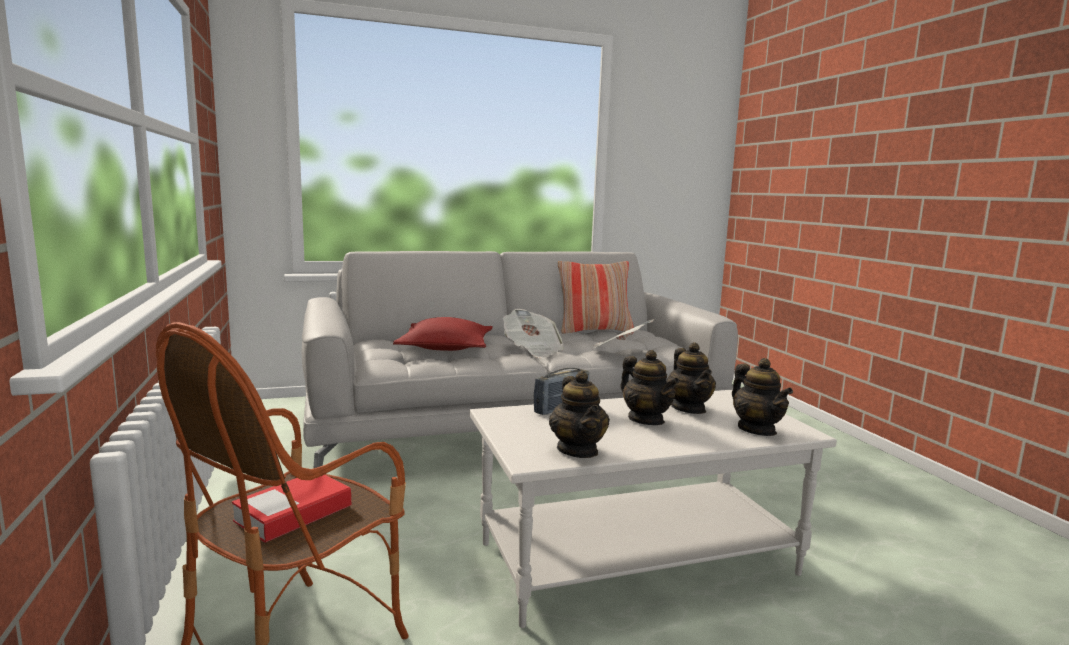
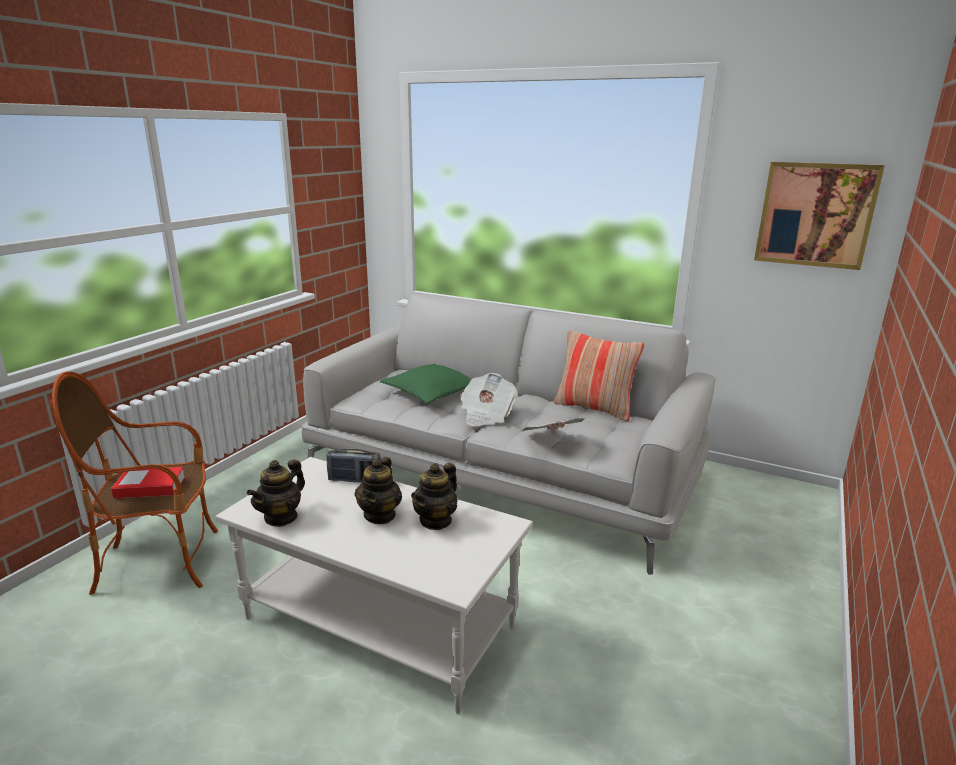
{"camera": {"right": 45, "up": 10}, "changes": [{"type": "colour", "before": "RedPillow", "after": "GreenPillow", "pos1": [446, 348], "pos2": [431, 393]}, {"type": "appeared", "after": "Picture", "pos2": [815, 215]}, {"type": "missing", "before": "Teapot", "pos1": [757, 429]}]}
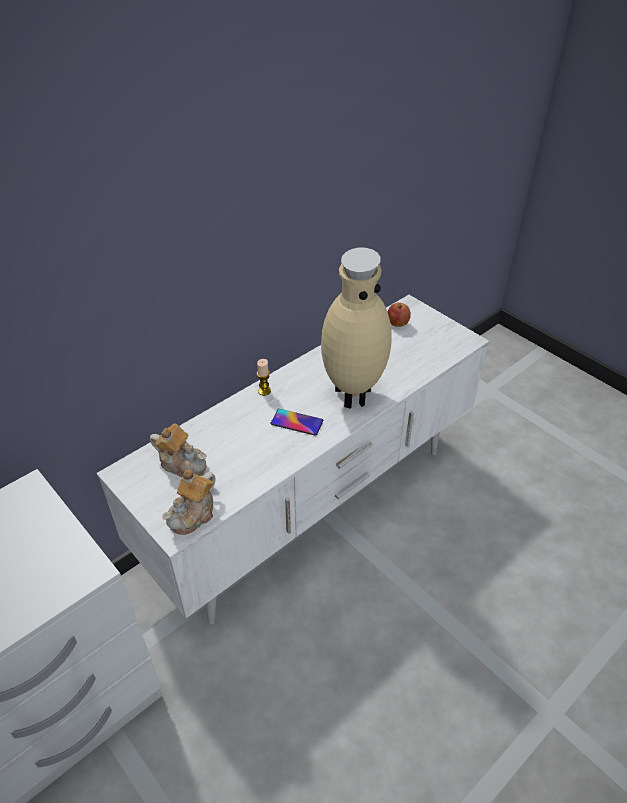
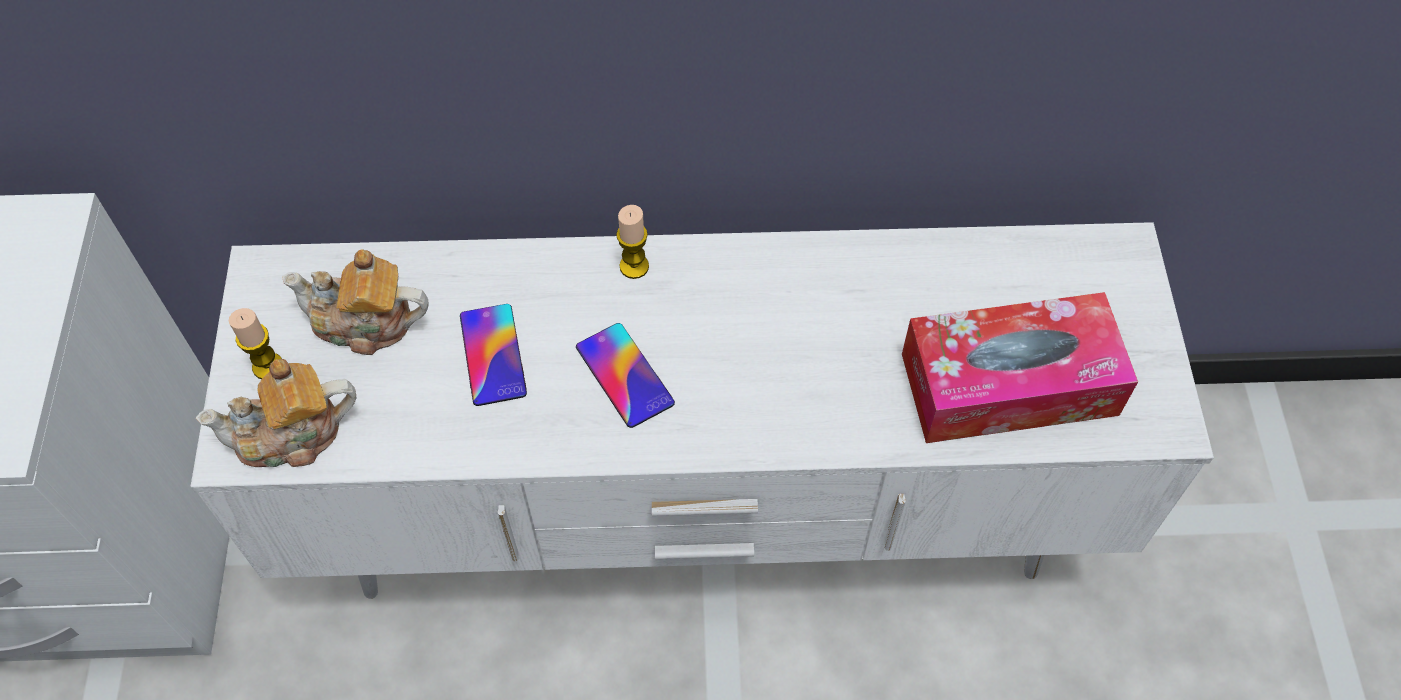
{"camera": {"right": 40, "up": 15}, "changes": [{"type": "appeared", "after": "Candle", "pos2": [268, 366]}, {"type": "spun", "before": "Teapot", "pos1": [183, 464], "pos2": [365, 324], "turn": 120}, {"type": "appeared", "after": "Phone", "pos2": [493, 355]}, {"type": "appeared", "after": "TissueBox", "pos2": [1009, 384]}, {"type": "missing", "before": "BeigeVase", "pos1": [351, 394]}, {"type": "missing", "before": "Apple", "pos1": [397, 324]}]}
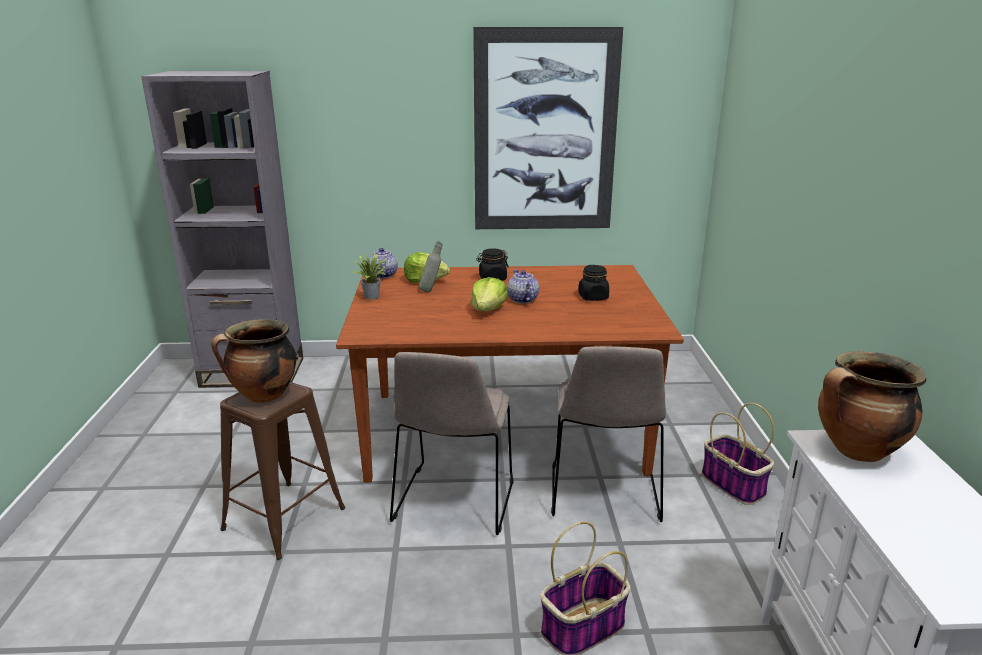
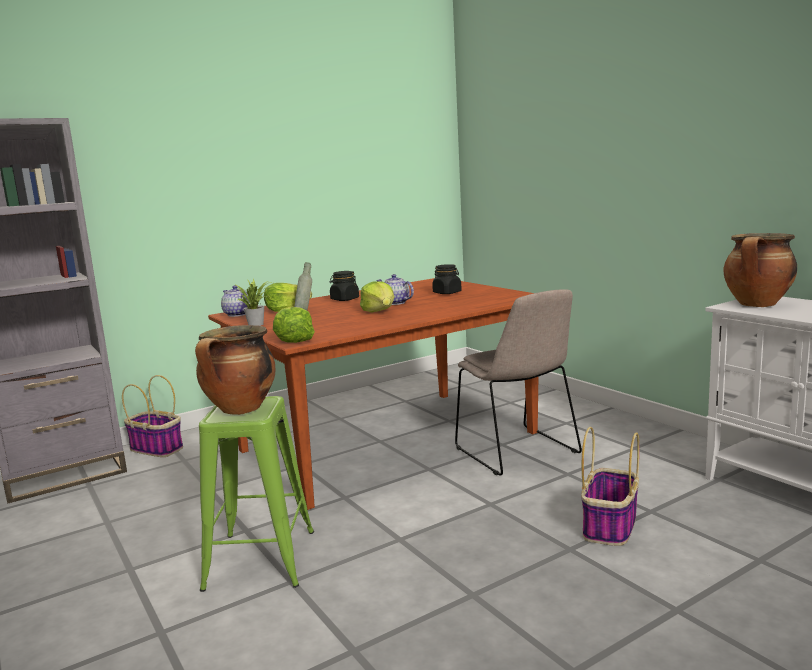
{"camera": {"right": -30, "up": -10}, "changes": [{"type": "relocated", "before": "Basket", "pos1": [734, 485], "pos2": [157, 449]}, {"type": "colour", "before": "BrownStool", "after": "GreenStool", "pos1": [285, 518], "pos2": [261, 559]}, {"type": "appeared", "after": "Lettuce", "pos2": [293, 340]}, {"type": "missing", "before": "BeigeChair", "pos1": [454, 503]}, {"type": "missing", "before": "Picture", "pos1": [545, 132]}]}
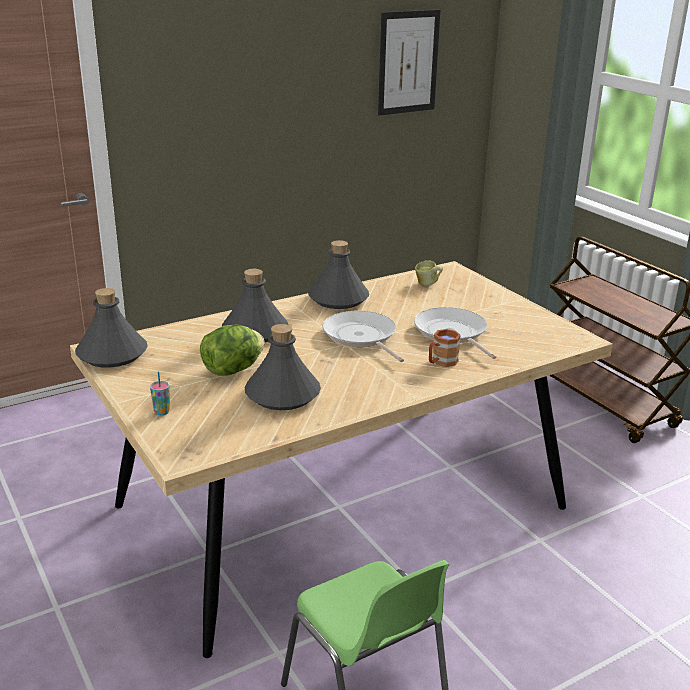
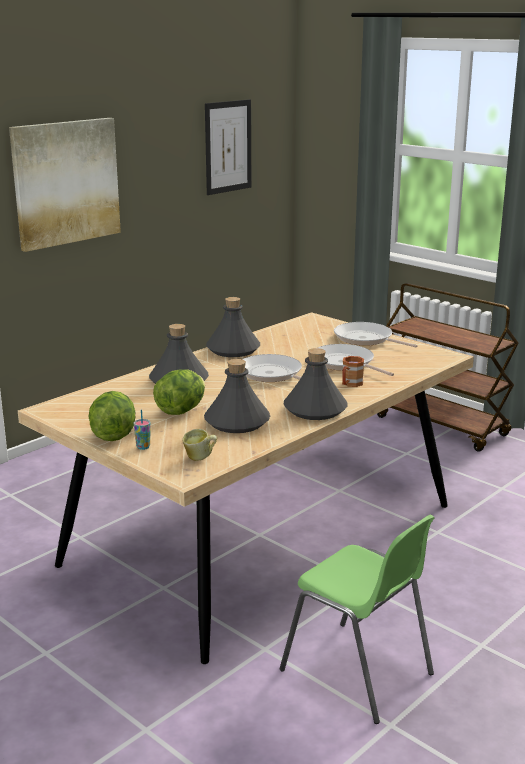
{"camera": {"right": -15, "up": -5}, "changes": [{"type": "appeared", "after": "Picture", "pos2": [66, 182]}, {"type": "appeared", "after": "Lettuce", "pos2": [113, 435]}, {"type": "relocated", "before": "Mug", "pos1": [428, 284], "pos2": [200, 458]}, {"type": "relocated", "before": "GreyBottle", "pos1": [112, 354], "pos2": [315, 410]}, {"type": "appeared", "after": "FryingPan", "pos2": [366, 339]}]}
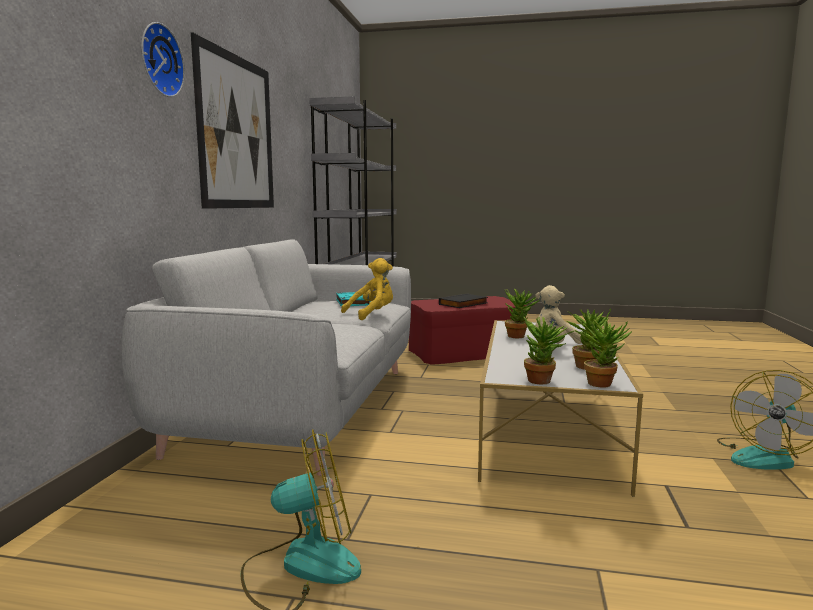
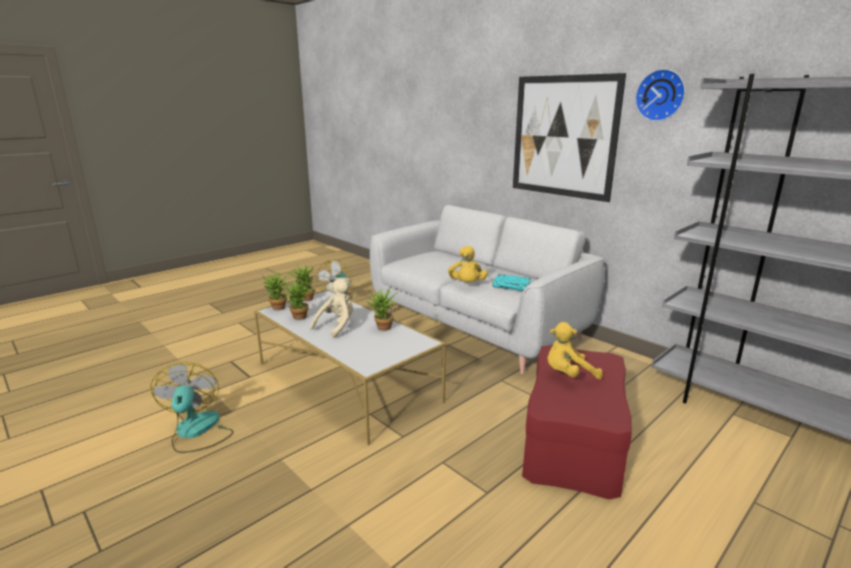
{"camera": {"right": 125, "up": 10}, "changes": [{"type": "exchanged", "before": "BlackBook", "after": "YellowPlushToy", "pos1": [464, 304], "pos2": [568, 374]}, {"type": "relocated", "before": "WallClock", "pos1": [158, 60], "pos2": [661, 95]}]}
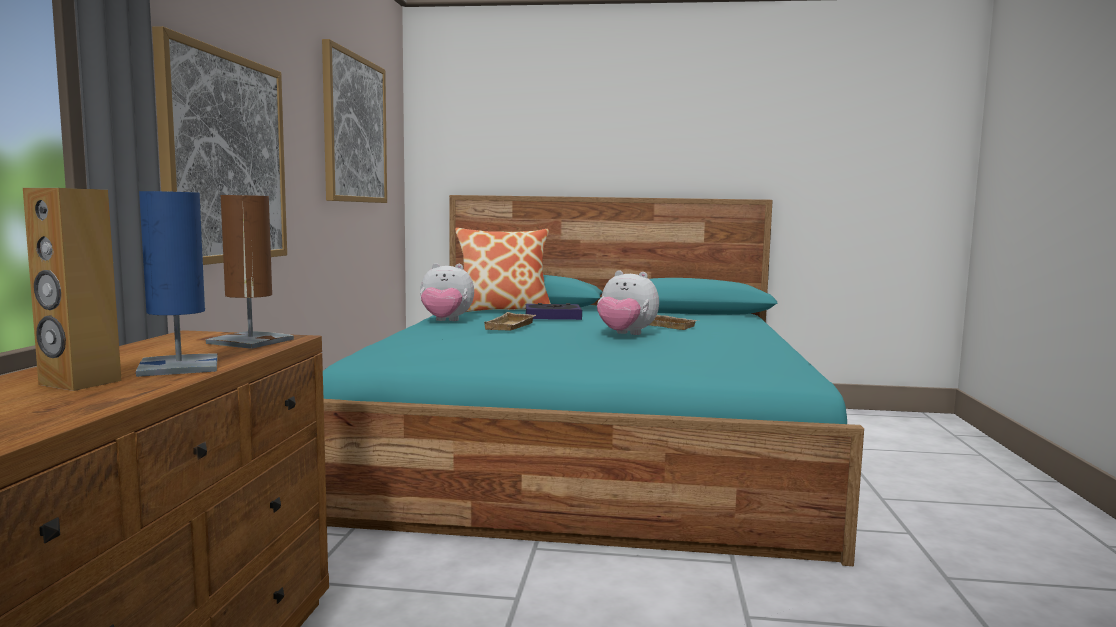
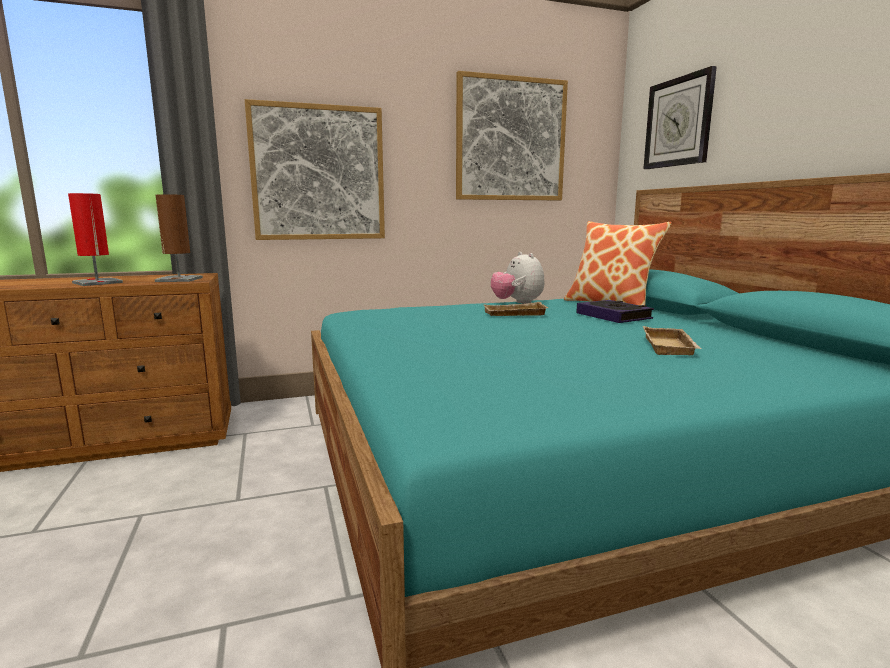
{"camera": {"right": 65, "up": 5}, "changes": [{"type": "colour", "before": "BlueTableLamp", "after": "RedTableLamp", "pos1": [179, 367], "pos2": [97, 283]}, {"type": "appeared", "after": "WallClock", "pos2": [678, 122]}, {"type": "missing", "before": "BrownSpeaker", "pos1": [79, 383]}, {"type": "missing", "before": "PlushToy", "pos1": [625, 335]}]}
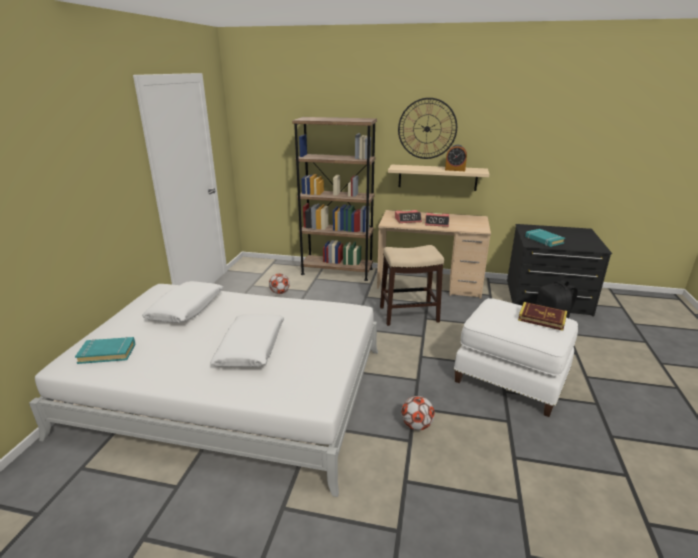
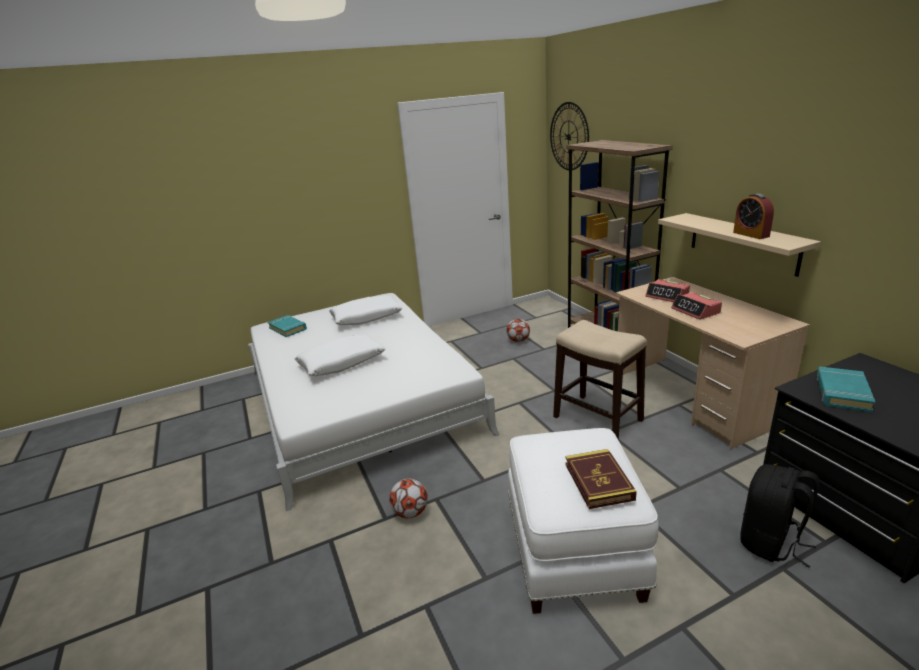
{"camera": {"right": 55, "up": 0}, "changes": [{"type": "relocated", "before": "WallClock", "pos1": [427, 129], "pos2": [569, 136]}]}
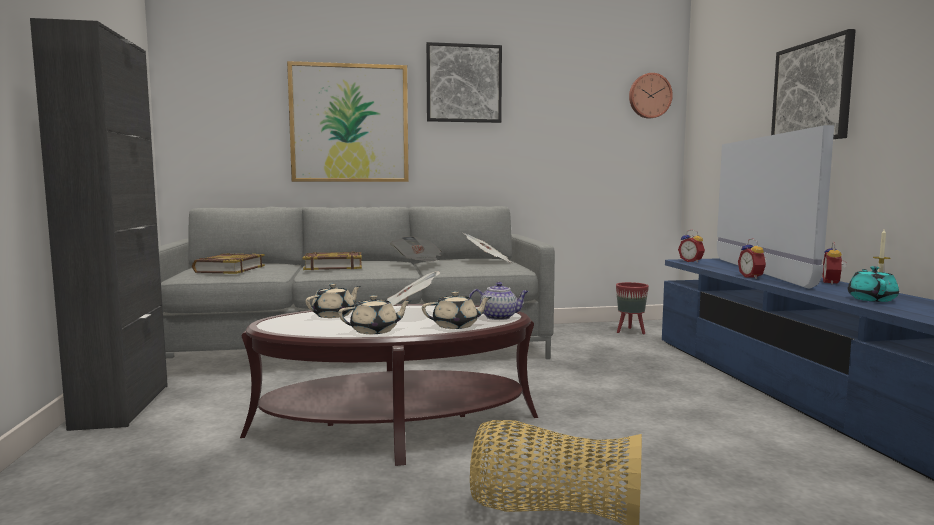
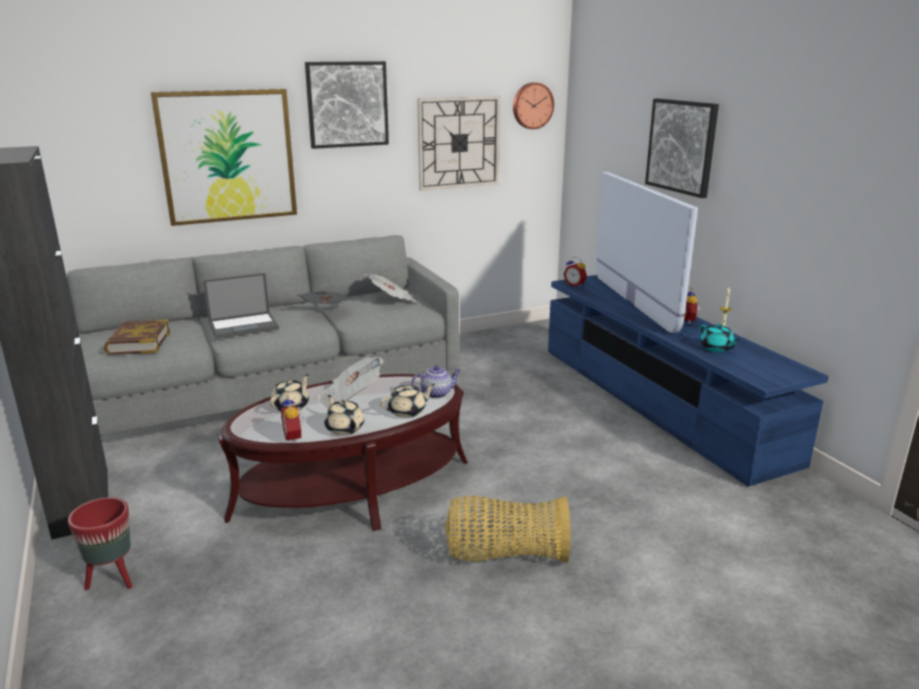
{"camera": {"right": -15, "up": 15}, "changes": [{"type": "relocated", "before": "RedPlanter", "pos1": [630, 331], "pos2": [113, 580]}, {"type": "exchanged", "before": "Book", "after": "Laptop", "pos1": [333, 266], "pos2": [244, 325]}, {"type": "relocated", "before": "AlarmClock", "pos1": [752, 277], "pos2": [295, 437]}, {"type": "spun", "before": "BeigeTeapot", "pos1": [375, 331], "pos2": [344, 428], "turn": -90}, {"type": "appeared", "after": "WallClock", "pos2": [458, 143]}, {"type": "spun", "before": "TurquoiseTeapot", "pos1": [871, 299], "pos2": [716, 348], "turn": 150}]}
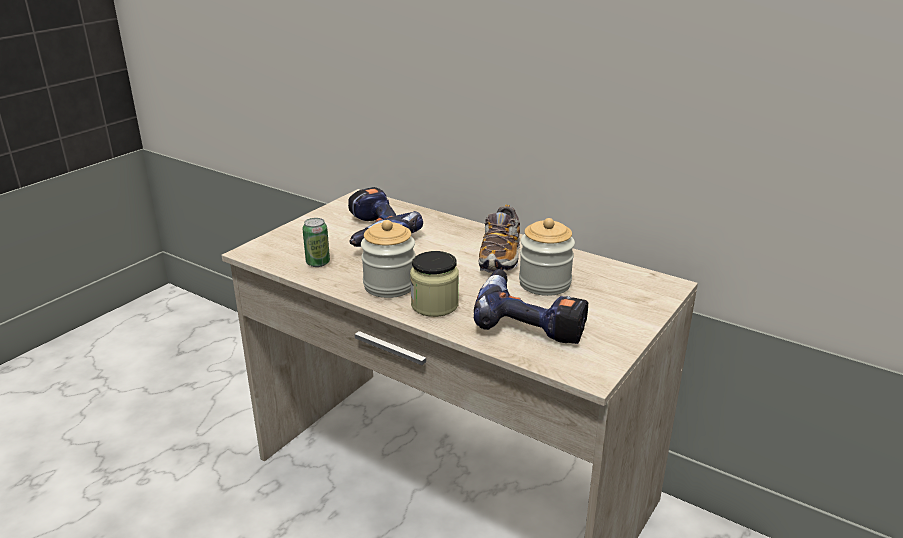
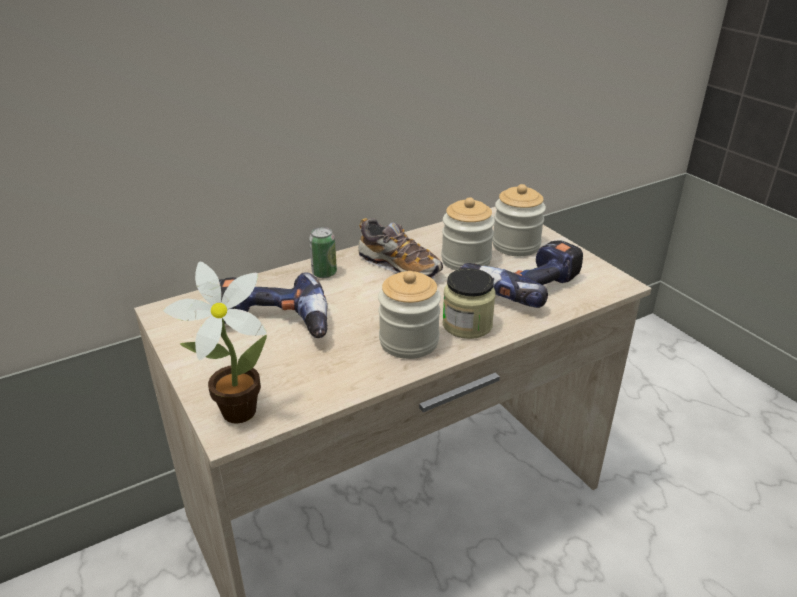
{"camera": {"right": -65, "up": 5}, "changes": [{"type": "appeared", "after": "PottedPlant", "pos2": [233, 411]}, {"type": "relocated", "before": "Can", "pos1": [318, 263], "pos2": [324, 273]}, {"type": "appeared", "after": "Jar", "pos2": [516, 245]}]}
